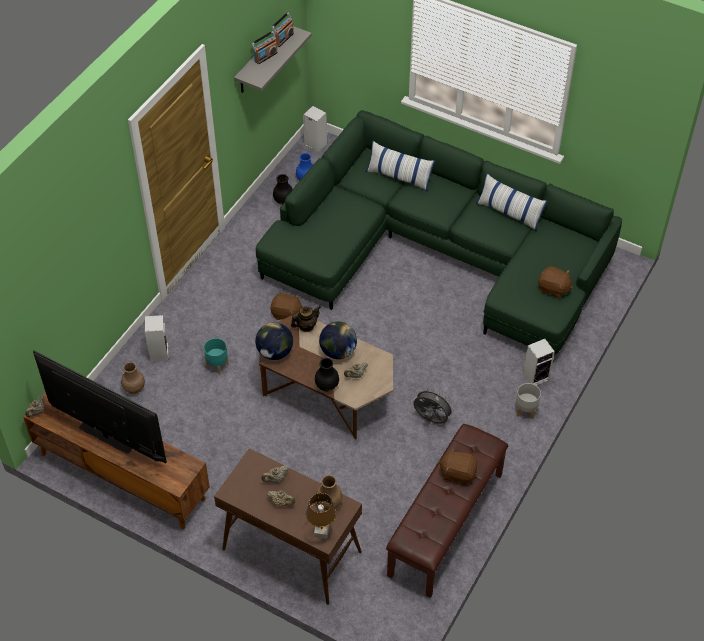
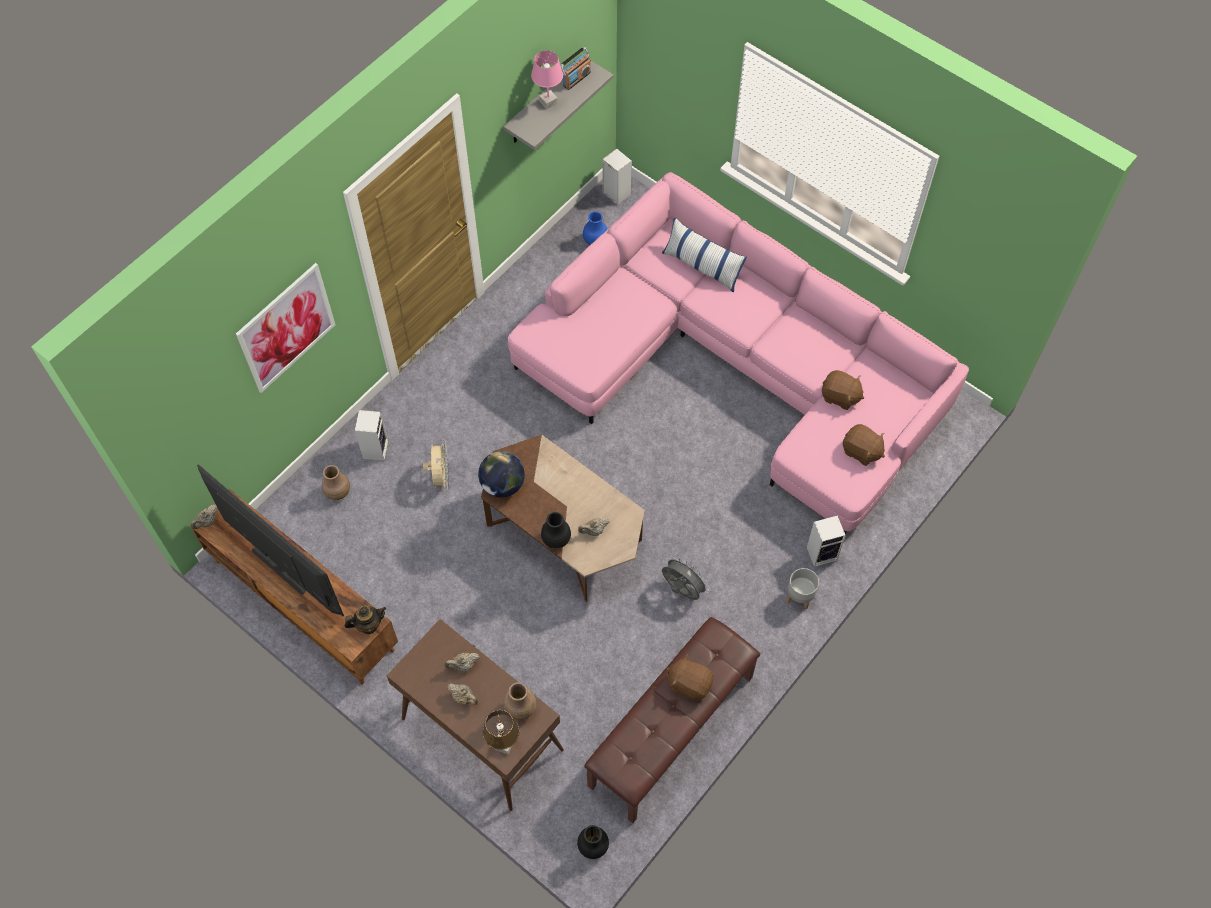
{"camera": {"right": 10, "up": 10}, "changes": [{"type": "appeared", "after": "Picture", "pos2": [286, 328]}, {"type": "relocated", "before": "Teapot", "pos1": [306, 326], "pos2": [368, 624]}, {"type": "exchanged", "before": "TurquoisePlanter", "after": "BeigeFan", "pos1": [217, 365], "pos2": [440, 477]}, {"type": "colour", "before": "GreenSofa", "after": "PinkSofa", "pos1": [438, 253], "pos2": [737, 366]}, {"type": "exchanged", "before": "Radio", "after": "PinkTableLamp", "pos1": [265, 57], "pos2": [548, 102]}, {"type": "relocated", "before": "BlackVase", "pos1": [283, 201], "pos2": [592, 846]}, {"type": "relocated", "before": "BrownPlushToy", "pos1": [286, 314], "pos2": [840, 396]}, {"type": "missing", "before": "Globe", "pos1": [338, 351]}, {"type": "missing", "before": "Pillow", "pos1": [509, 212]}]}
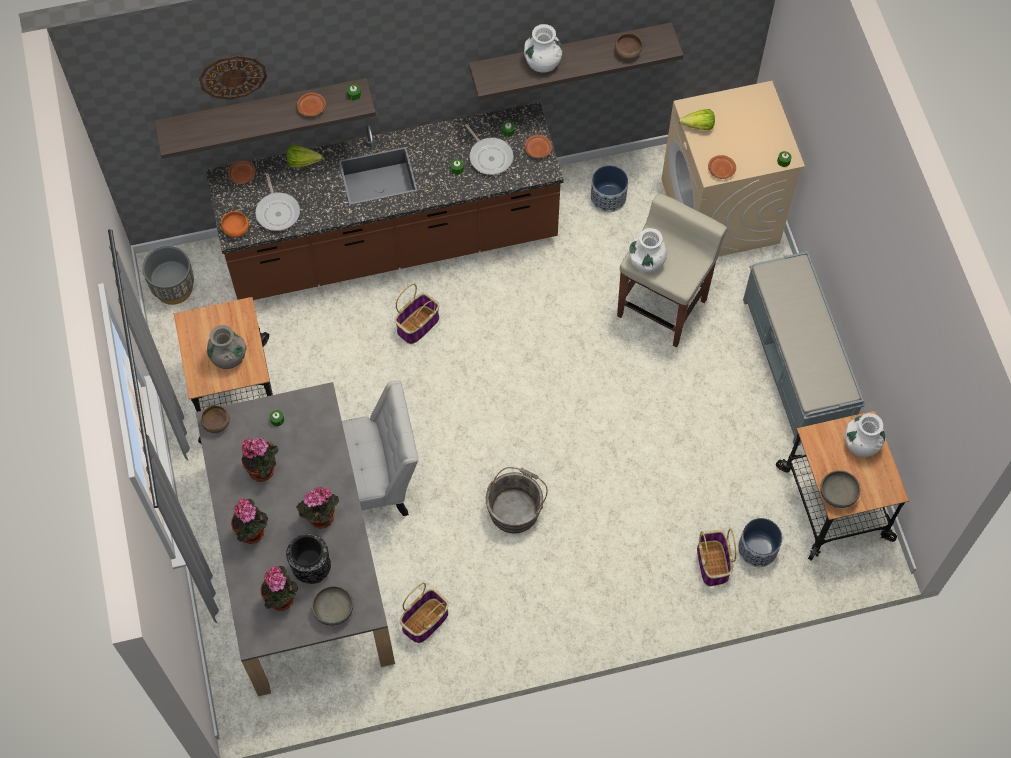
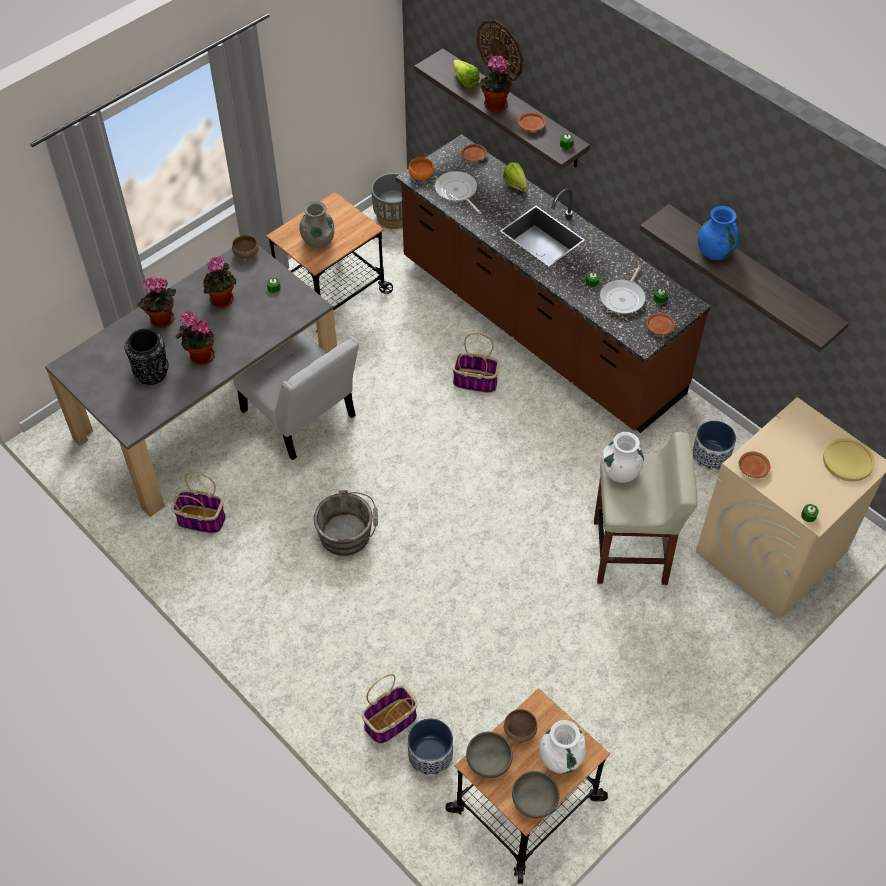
{"camera": {"right": 60, "up": -10}, "changes": [{"type": "spun", "before": "FryingPan", "pos1": [277, 211], "pos2": [457, 192], "turn": 105}, {"type": "relocated", "before": "Lettuce", "pos1": [695, 126], "pos2": [464, 79]}, {"type": "relocated", "before": "PottedPlant", "pos1": [282, 600], "pos2": [495, 107]}, {"type": "relocated", "before": "BrownBowl", "pos1": [628, 53], "pos2": [519, 731]}, {"type": "relocated", "before": "GreyBowl", "pos1": [333, 609], "pos2": [534, 800]}, {"type": "colour", "before": "WhiteVase", "after": "BlueVase", "pos1": [542, 63], "pos2": [714, 251]}, {"type": "appeared", "after": "YellowPlate", "pos2": [848, 461]}, {"type": "missing", "before": "GreyBench", "pos1": [795, 366]}]}
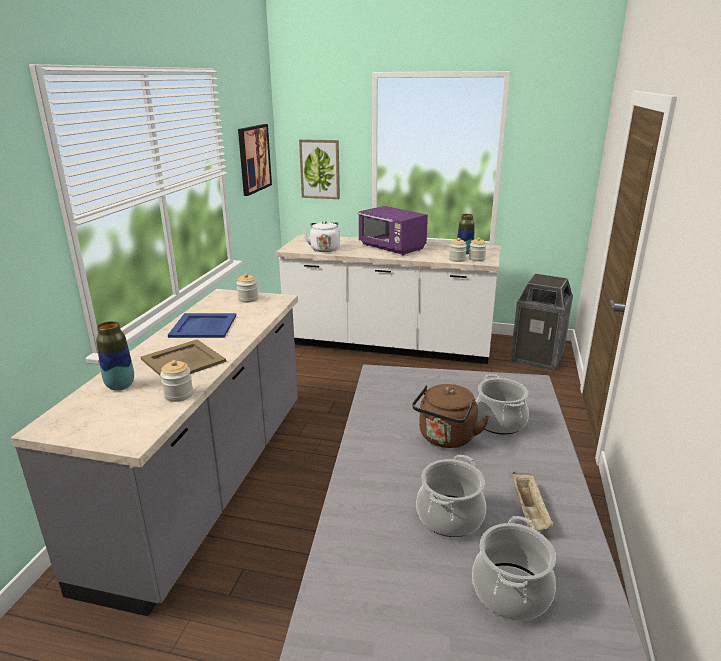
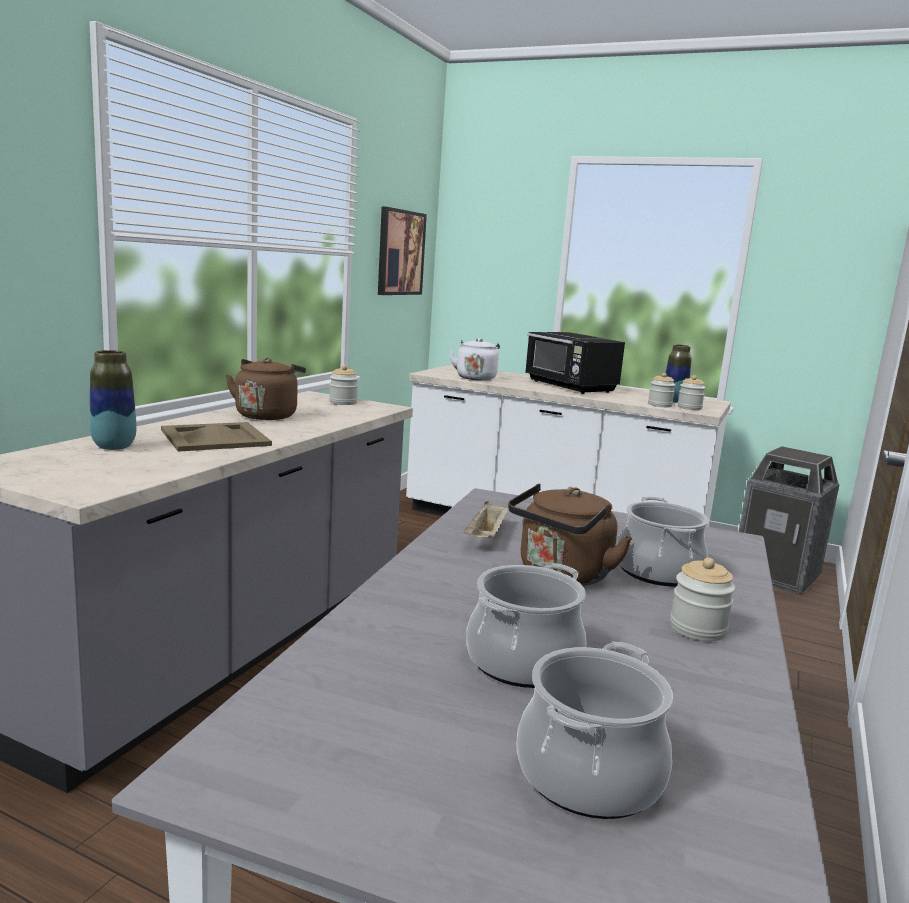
{"camera": {"right": 10, "up": -10}, "changes": [{"type": "exchanged", "before": "BlueTray", "after": "BrownKettle", "pos1": [204, 326], "pos2": [267, 415]}, {"type": "relocated", "before": "BeigeTray", "pos1": [529, 511], "pos2": [486, 536]}, {"type": "colour", "before": "PurpleMicrowave", "after": "BlackMicrowave", "pos1": [392, 248], "pos2": [570, 387]}, {"type": "relocated", "before": "Jar", "pos1": [179, 395], "pos2": [697, 628]}, {"type": "missing", "before": "Picture", "pos1": [320, 169]}]}
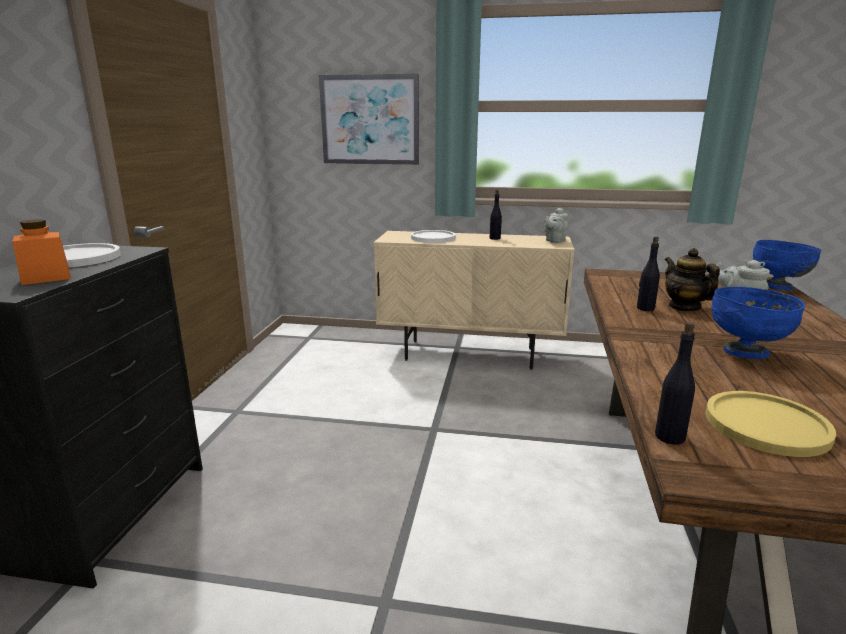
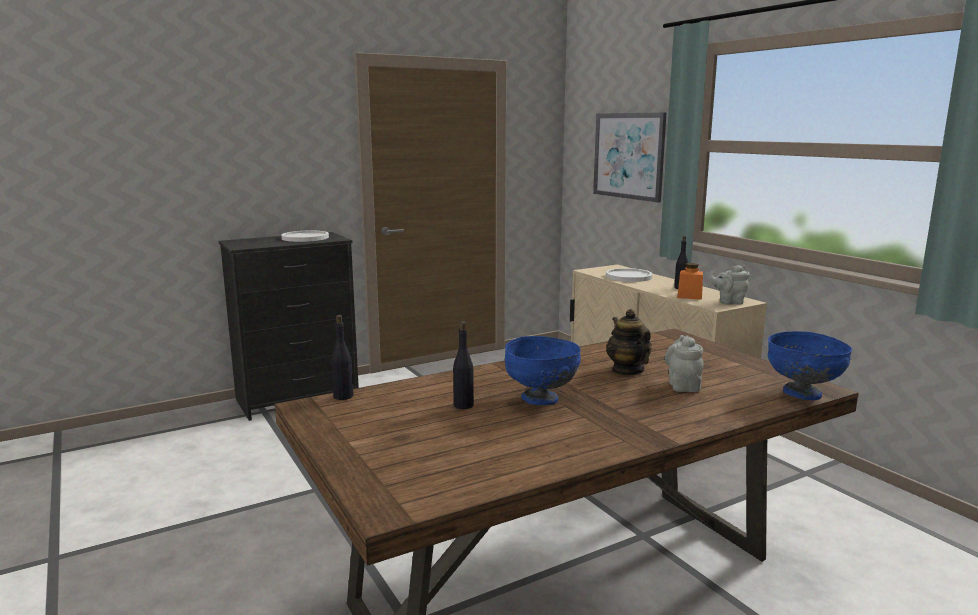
{"camera": {"right": 50, "up": -5}, "changes": [{"type": "relocated", "before": "BlackBottle", "pos1": [645, 308], "pos2": [463, 405]}, {"type": "spun", "before": "Teapot", "pos1": [684, 307], "pos2": [627, 370], "turn": -45}, {"type": "relocated", "before": "OrangeJar", "pos1": [46, 278], "pos2": [689, 296]}, {"type": "missing", "before": "YellowPlate", "pos1": [766, 425]}]}
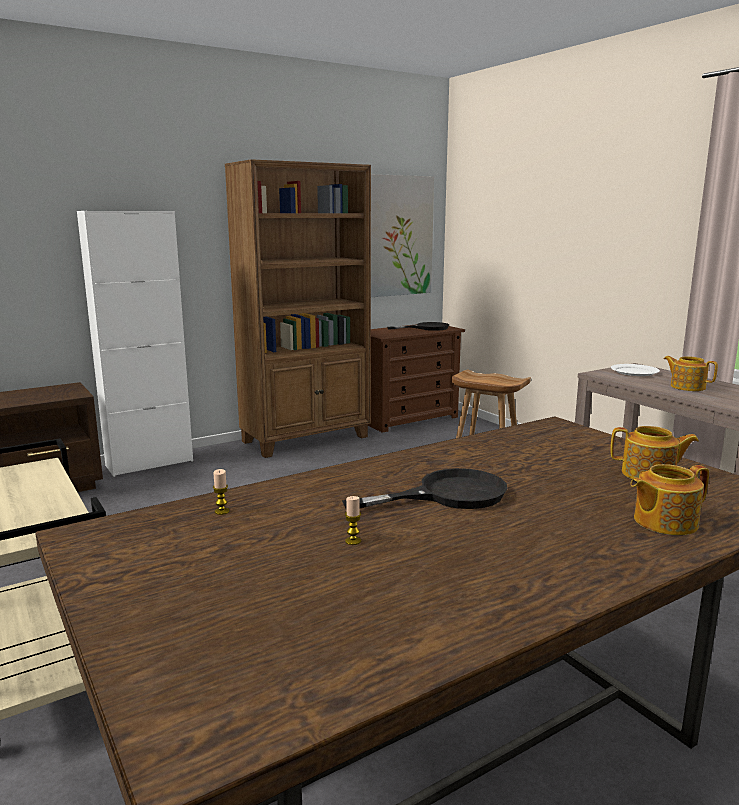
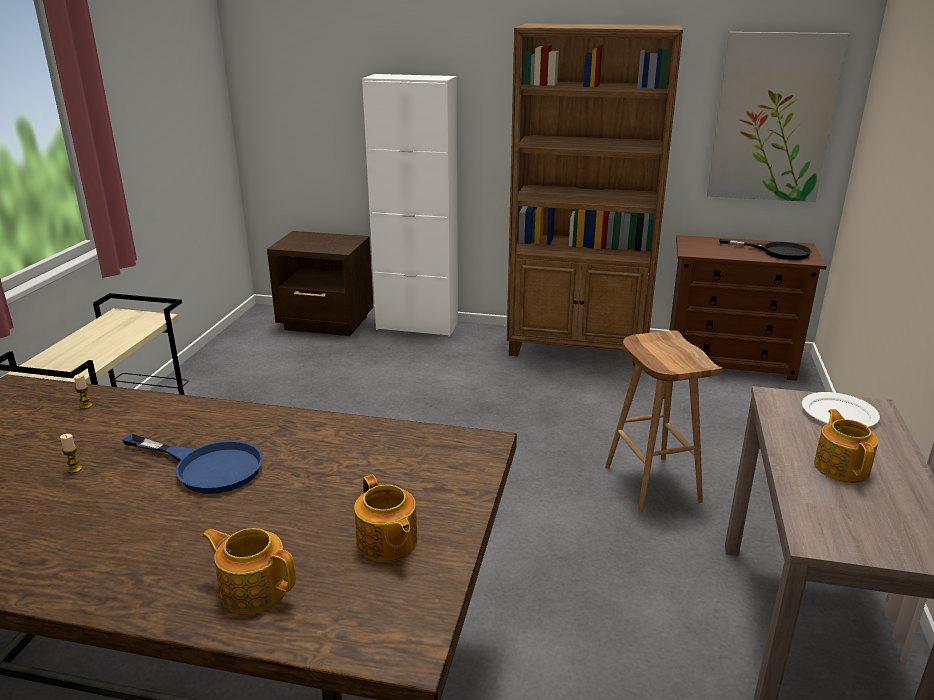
{"camera": {"right": 45, "up": 10}, "changes": [{"type": "colour", "before": "BlackFryingPan", "after": "BlueFryingPan", "pos1": [447, 495], "pos2": [207, 466]}]}
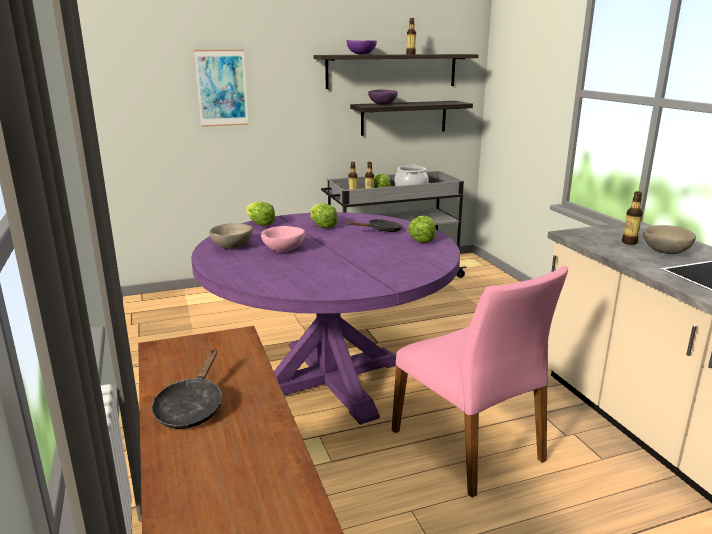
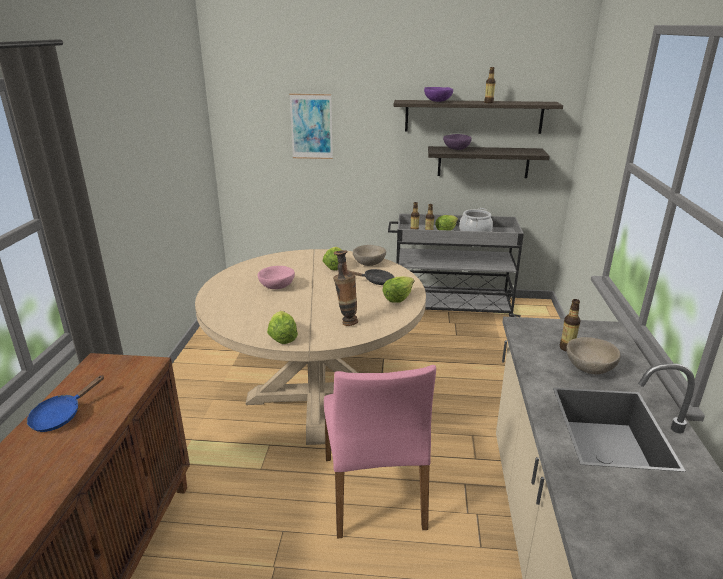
{"camera": {"right": 25, "up": 5}, "changes": [{"type": "colour", "before": "BlackFryingPan", "after": "BlueFryingPan", "pos1": [191, 407], "pos2": [61, 416]}, {"type": "colour", "before": "PurpleDiningTable", "after": "BeigeDiningTable", "pos1": [329, 378], "pos2": [316, 397]}, {"type": "relocated", "before": "Lettuce", "pos1": [259, 223], "pos2": [282, 337]}, {"type": "appeared", "after": "Vase", "pos2": [346, 321]}, {"type": "relocated", "before": "BeigeBowl", "pos1": [232, 246], "pos2": [369, 263]}]}
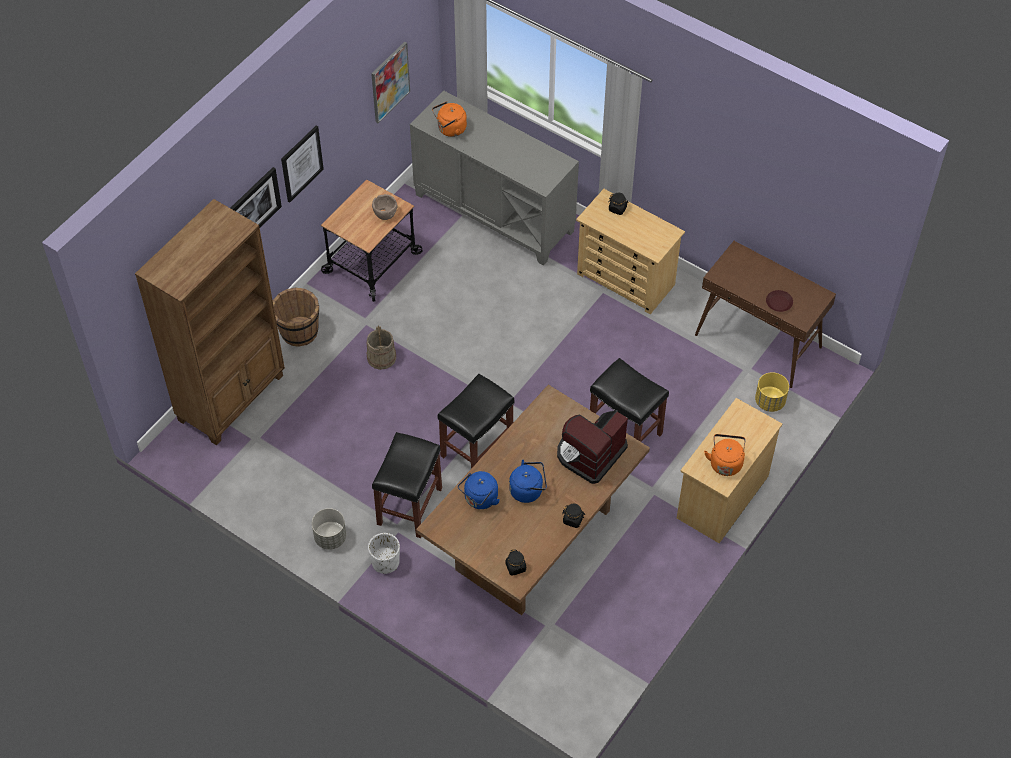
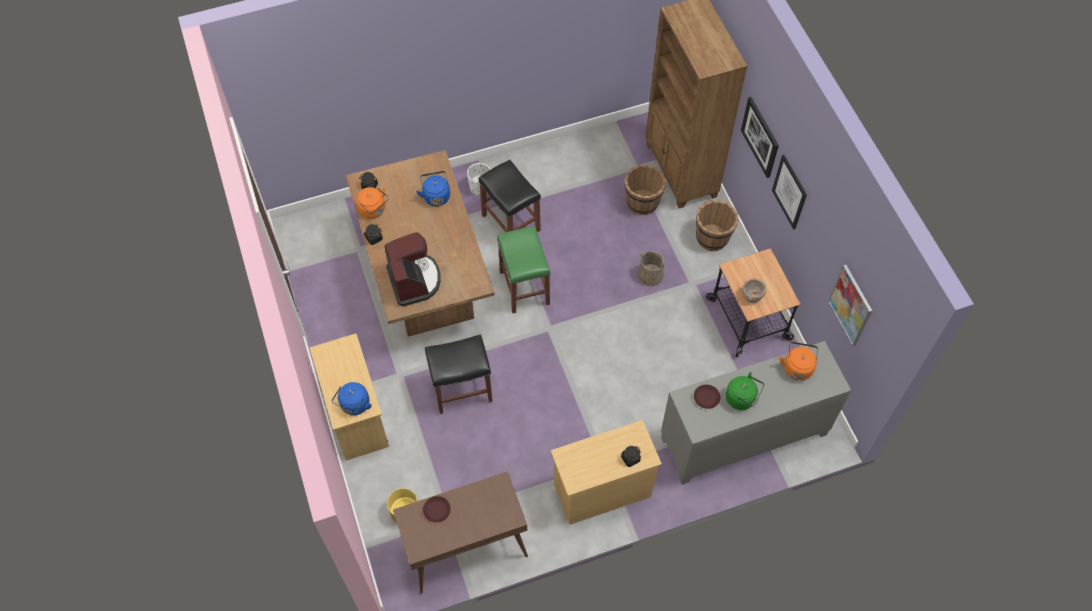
{"camera": {"right": 125, "up": 5}, "changes": [{"type": "relocated", "before": "BlueKettle", "pos1": [528, 490], "pos2": [354, 406]}, {"type": "relocated", "before": "OrangeKettle", "pos1": [725, 462], "pos2": [374, 210]}, {"type": "colour", "before": "BlackStool", "after": "GreenStool", "pos1": [477, 448], "pos2": [525, 288]}, {"type": "appeared", "after": "BrownBucket", "pos2": [642, 202]}, {"type": "appeared", "after": "BrownPlate", "pos2": [706, 398]}, {"type": "appeared", "after": "GreenKettle", "pos2": [742, 399]}, {"type": "missing", "before": "GreyPlanter", "pos1": [330, 537]}]}
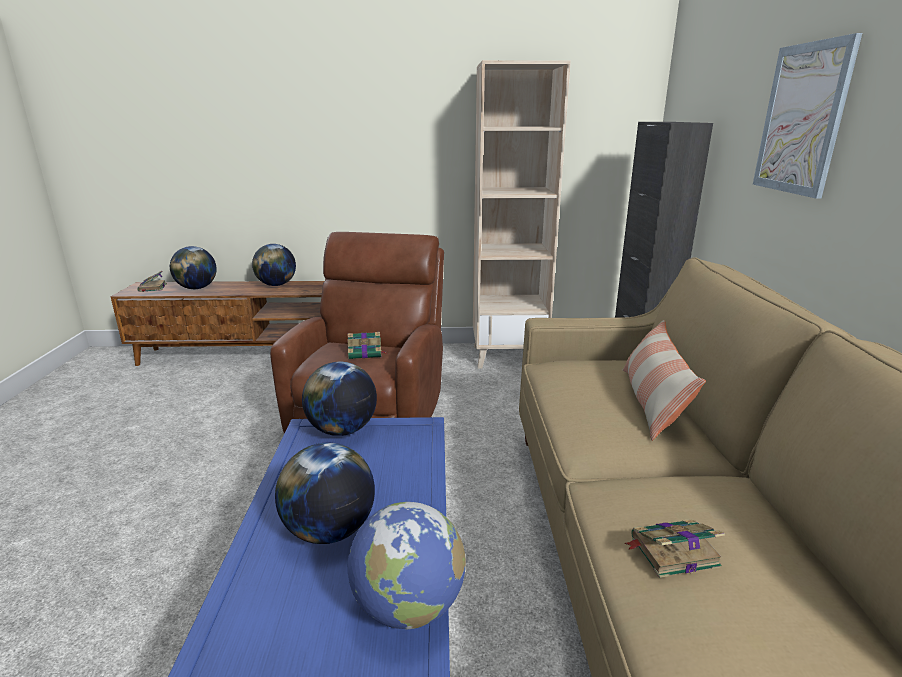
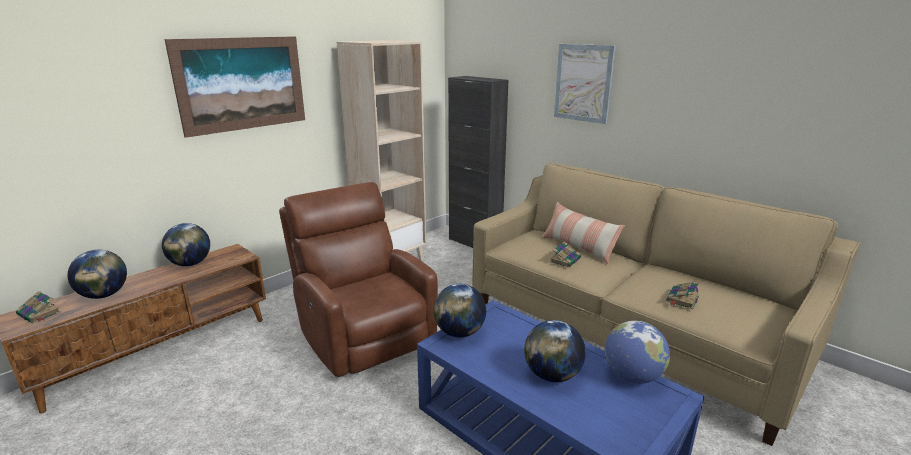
{"camera": {"right": -45, "up": 0}, "changes": [{"type": "appeared", "after": "Picture", "pos2": [242, 84]}, {"type": "relocated", "before": "Book", "pos1": [366, 353], "pos2": [565, 260]}]}
